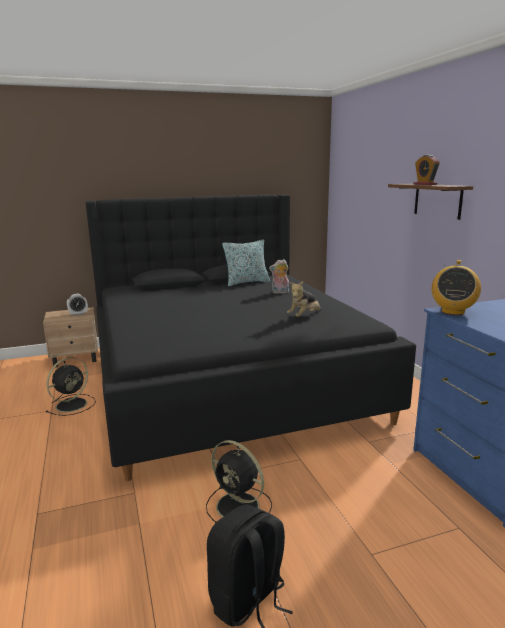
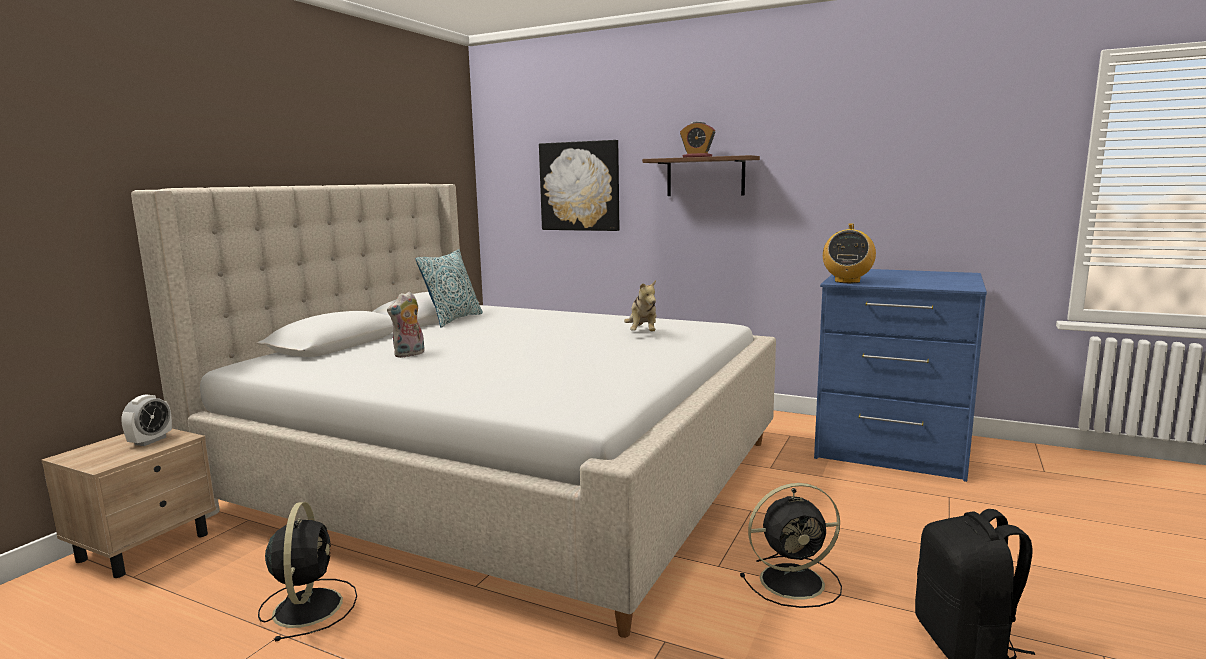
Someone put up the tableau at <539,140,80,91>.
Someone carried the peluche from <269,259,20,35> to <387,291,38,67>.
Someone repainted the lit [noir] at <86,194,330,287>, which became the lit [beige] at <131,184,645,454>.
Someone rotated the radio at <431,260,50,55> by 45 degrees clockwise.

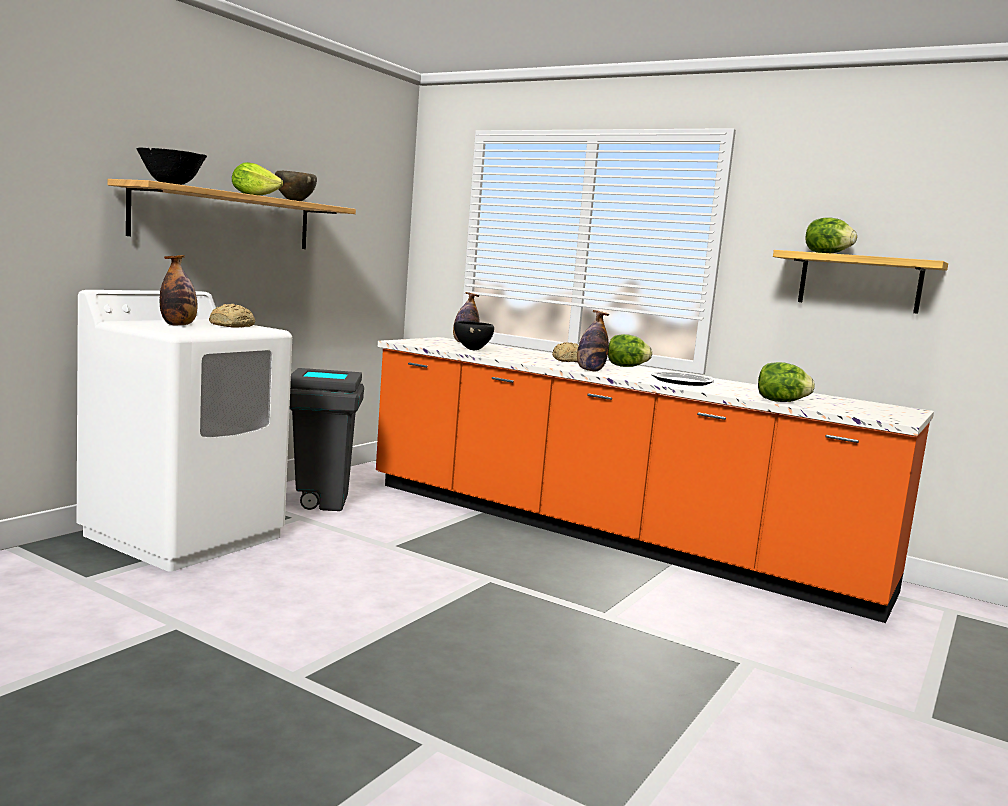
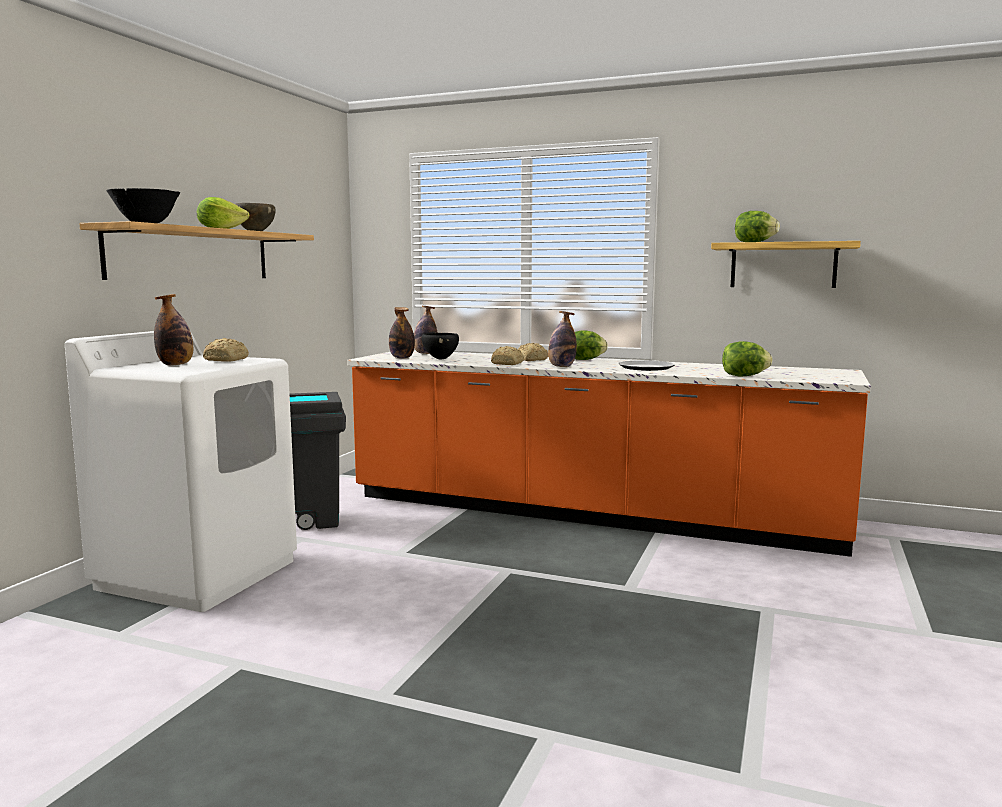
Someone put down the bouteille at <389,307,26,51>.
Someone put down the pain at <491,346,33,19>.

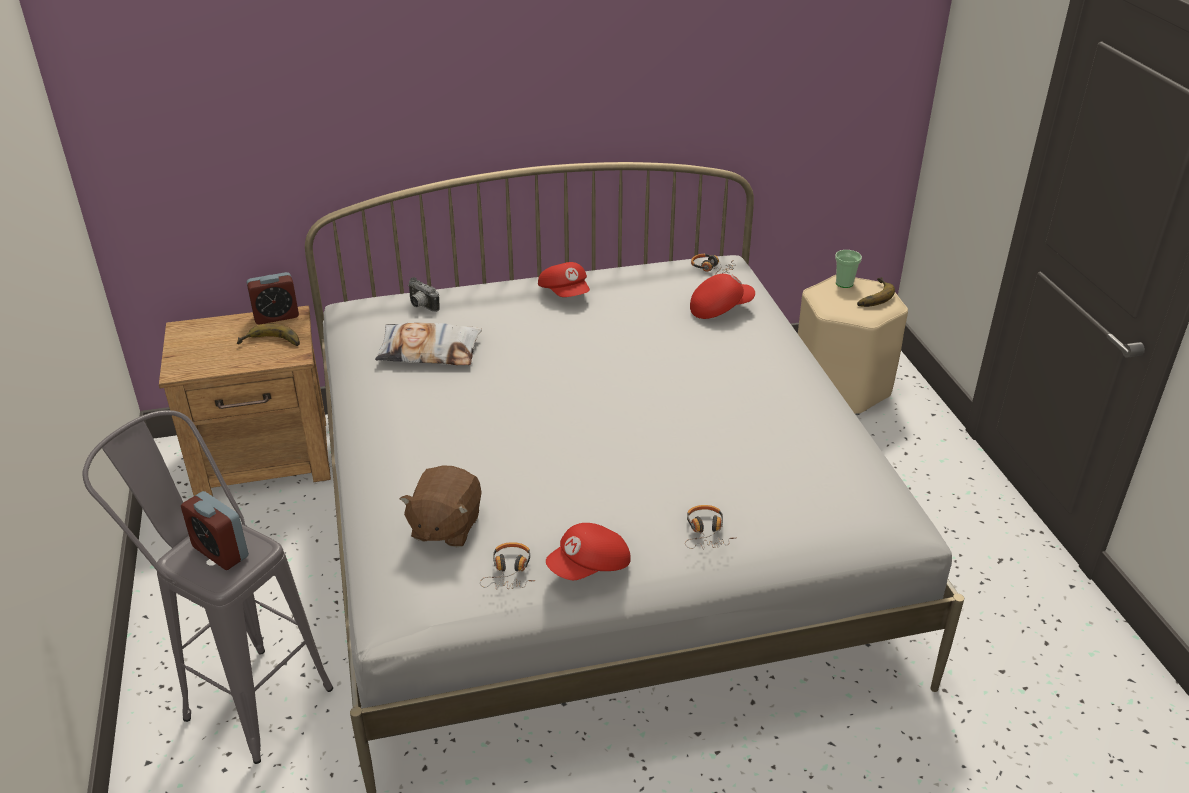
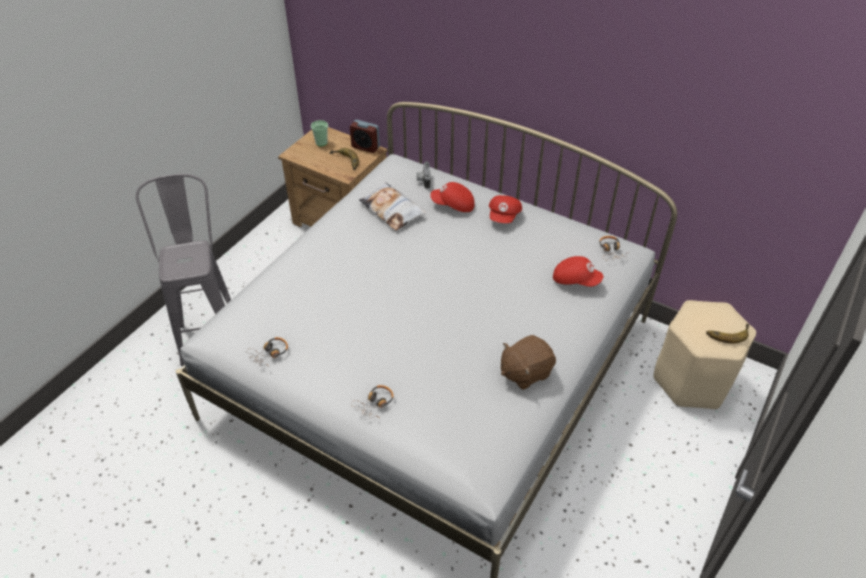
Someone took away the réveil at <181,491,68,79>.
Someone carried the peluche [marron] from <400,465,81,82> to <501,335,55,55>.
Someone carried the casquette [rouge] from <546,523,85,57> to <430,182,45,30>.
Someone carried the tasse from <835,250,27,38> to <311,120,17,26>.

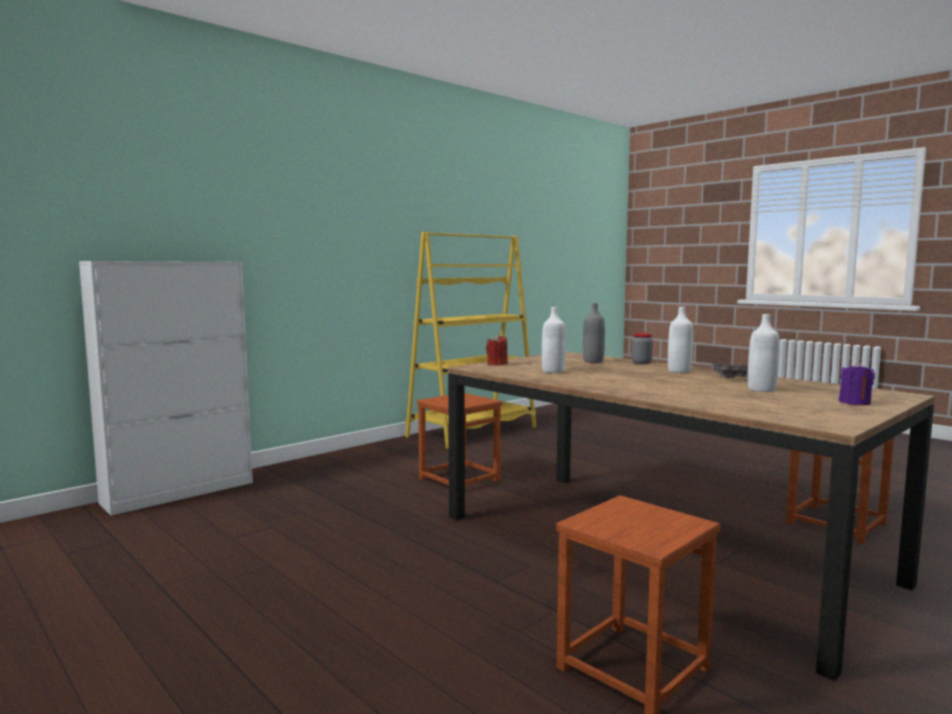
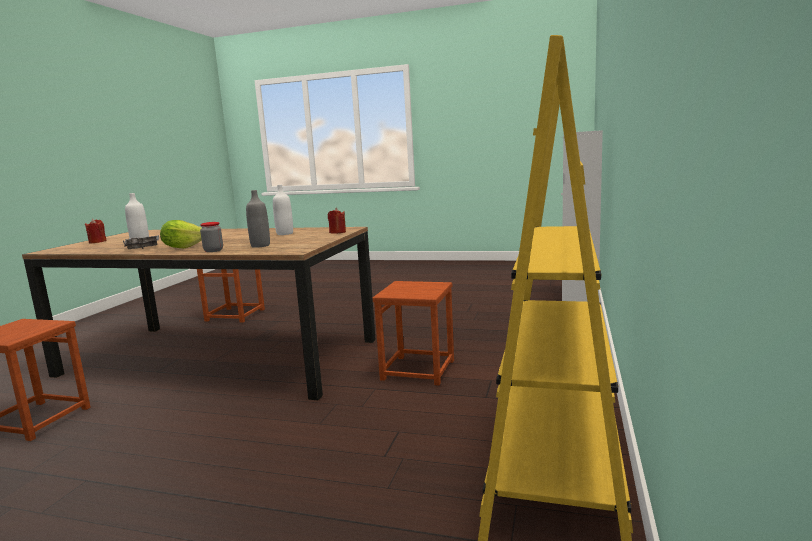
Someone swapped the bouteille [blanc] at <668,307,25,66> for the laitue at <160,220,42,28>.
Someone repainted the bougie [violet] at <839,362,36,43>, which became the bougie [rouge] at <85,219,22,24>.

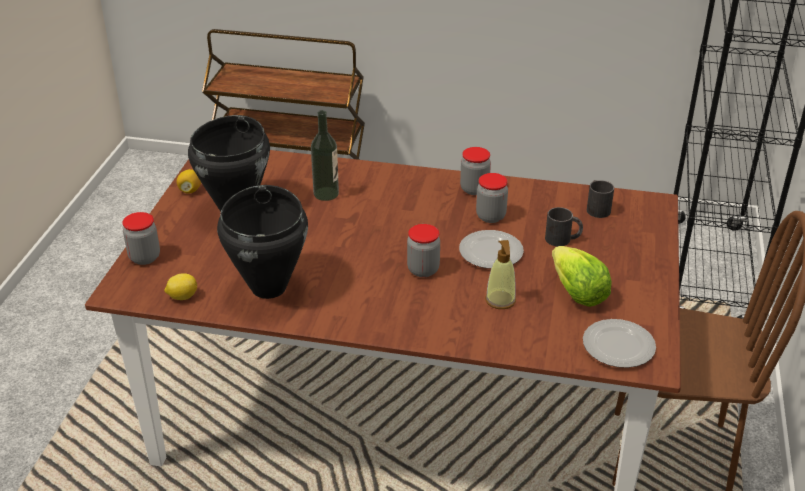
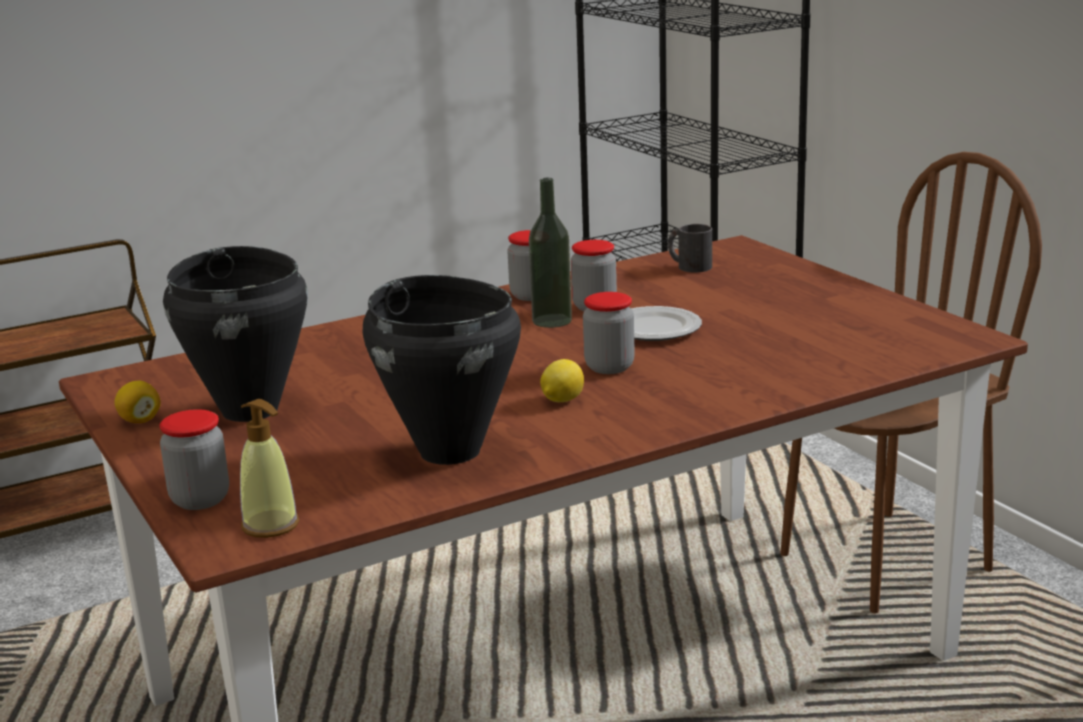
Someone took away the mug [noir] at <545,207,38,40>.
Someone took away the laitue at <552,246,60,61>.
Someone took away the assiette at <583,319,73,49>.
Someone carried the citron from <164,273,33,27> to <540,359,44,43>.
Someone carried the bouteille from <311,110,28,91> to <529,178,43,150>.
Someone carried the distributeur de savon from <485,240,31,69> to <240,399,59,139>.

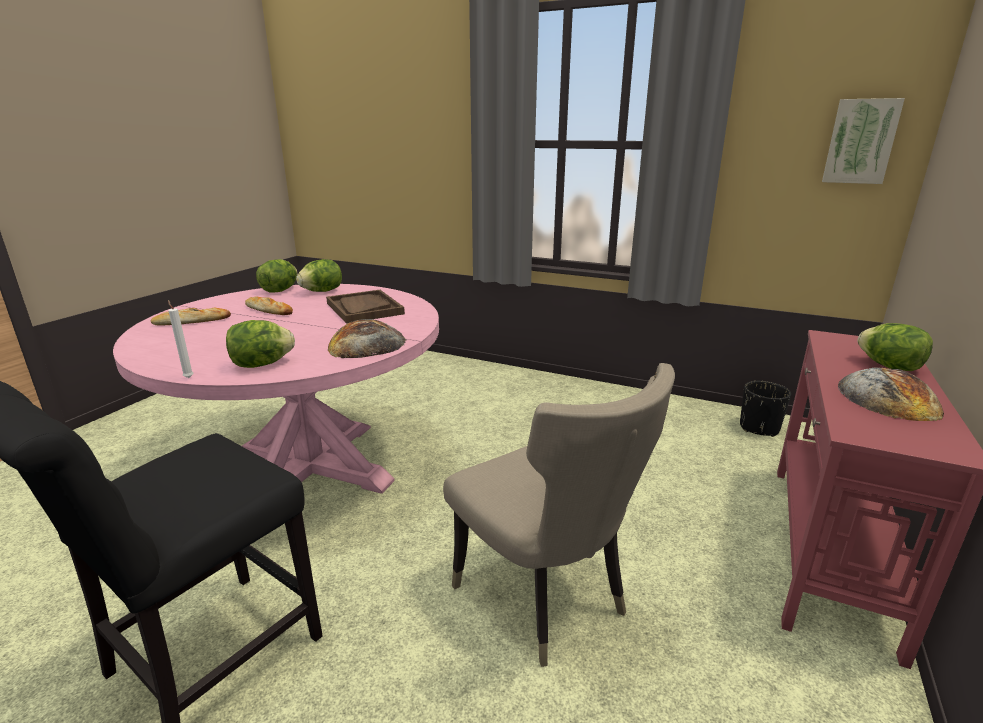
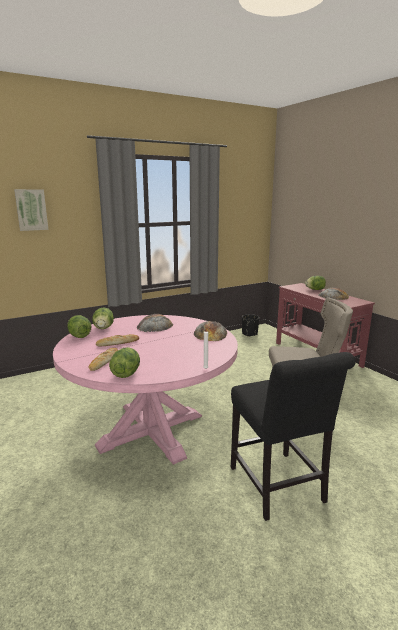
Someone carried the laitue from <226,320,69,48> to <109,347,31,31>.
Someone carried the tableau from <822,98,83,86> to <14,189,34,42>.
Someone swapped the plateau [marron] at <326,290,79,33> for the pain at <137,314,36,18>.

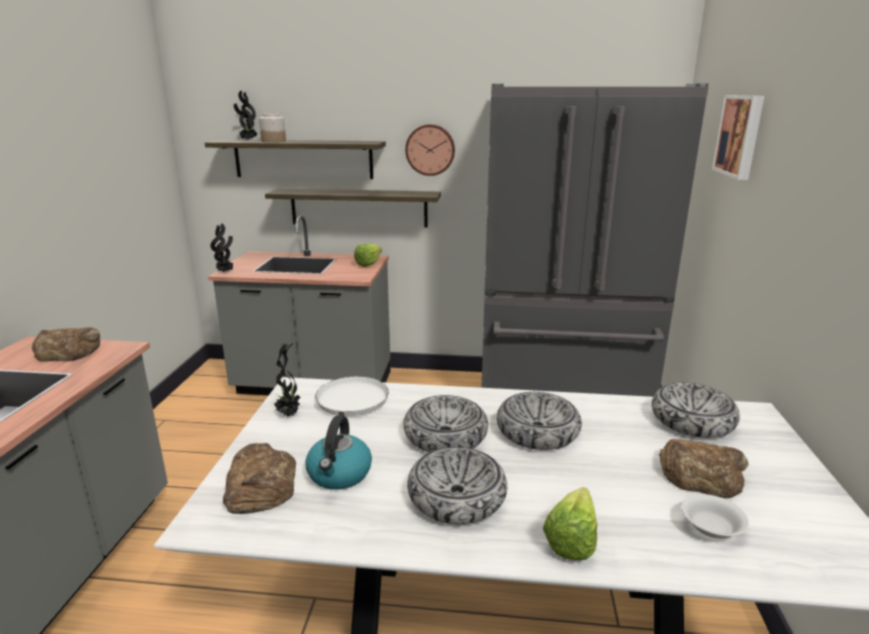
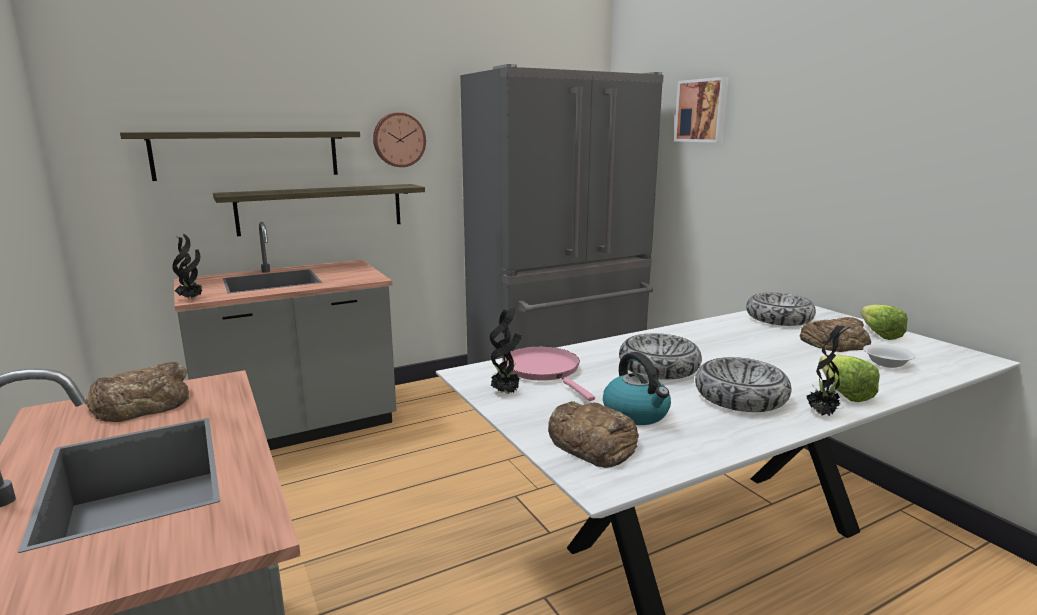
Someone took away the bocal at <259,113,27,29>.
Someone took away the bol at <497,392,85,58>.
Someone carried the plante en pot from <234,91,24,49> to <807,325,43,91>.
Someone carried the laitue from <354,244,28,23> to <860,305,48,35>.
Someone repainted the poêle [blanc] at <315,376,74,63>, which became the poêle [rose] at <502,346,93,55>.

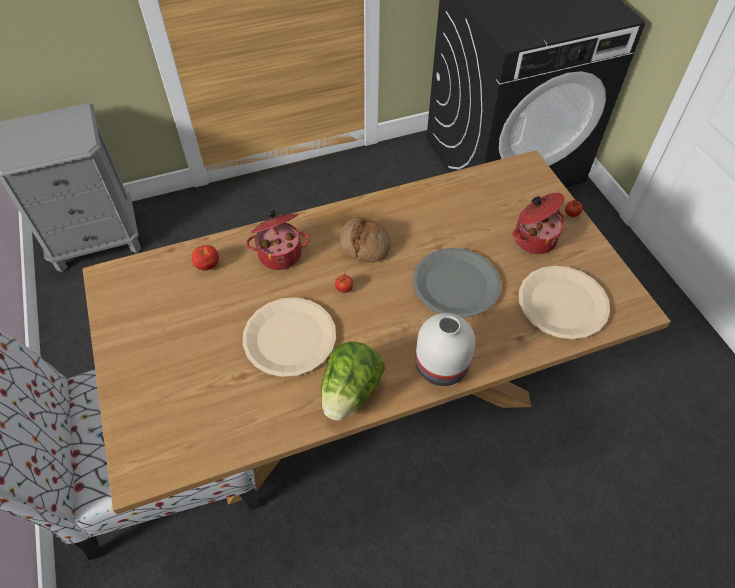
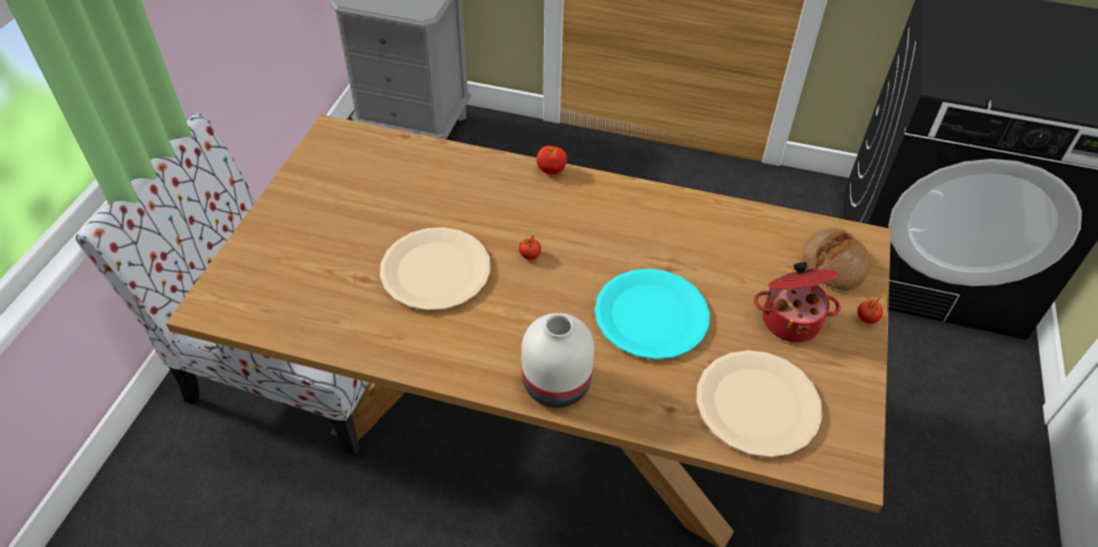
Someone took away the marmite at <246,210,64,60>.
Someone took away the laitue at <321,342,64,79>.
Someone carried the tomate from <192,245,27,25> to <536,146,31,28>.
Someone carried the pain from <339,217,52,45> to <802,228,68,62>.
Someone repainted the assiette [gris] at <413,248,88,70>, which became the assiette [turquoise] at <595,269,115,90>.

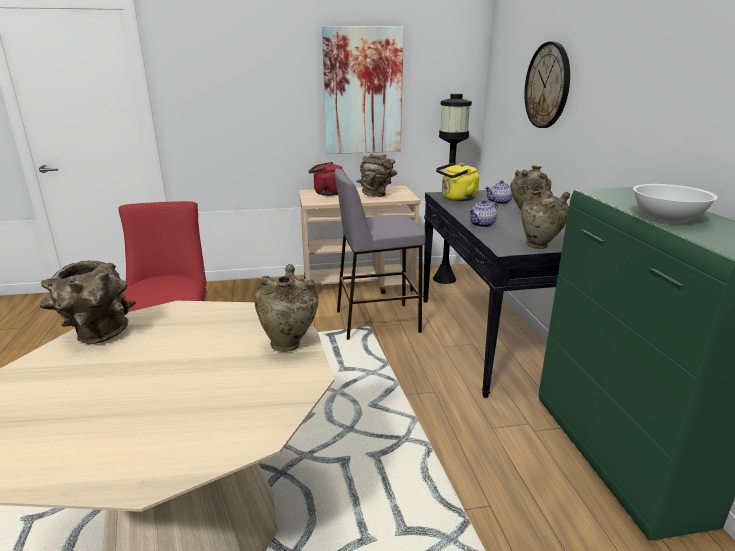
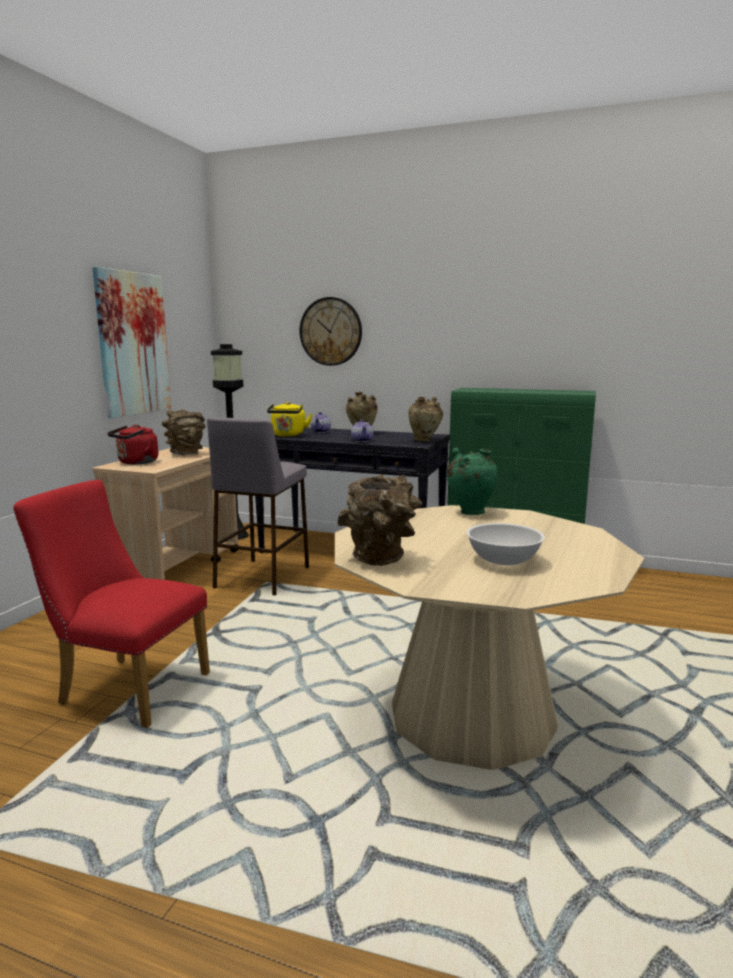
Someone carried the bol [blanc] from <633,184,85,38> to <466,523,79,42>.
Someone repainted the vase [beige] at <254,264,65,88>, which became the vase [vert] at <446,448,52,67>.

